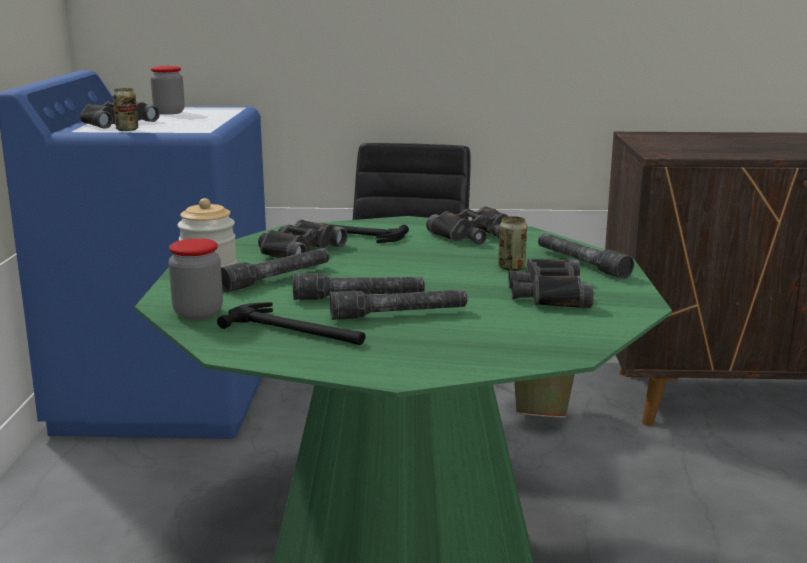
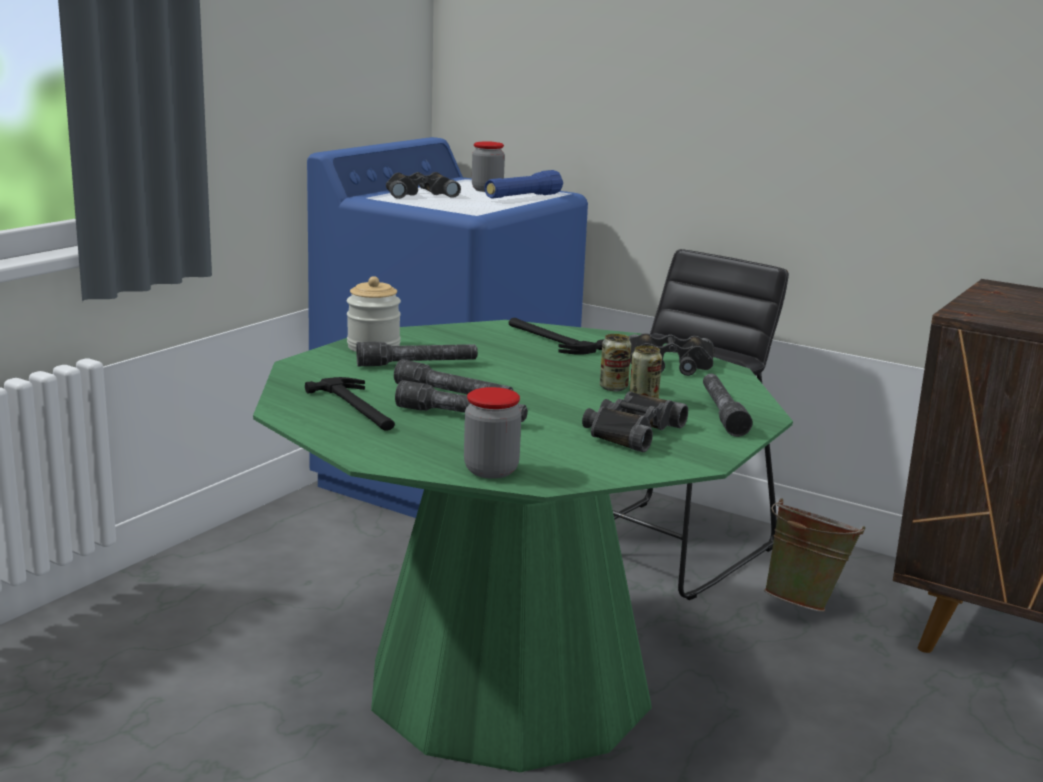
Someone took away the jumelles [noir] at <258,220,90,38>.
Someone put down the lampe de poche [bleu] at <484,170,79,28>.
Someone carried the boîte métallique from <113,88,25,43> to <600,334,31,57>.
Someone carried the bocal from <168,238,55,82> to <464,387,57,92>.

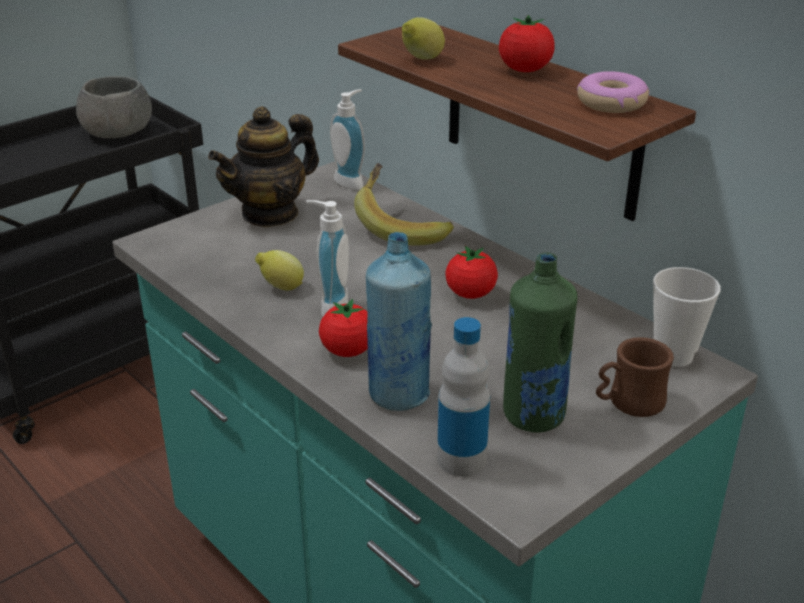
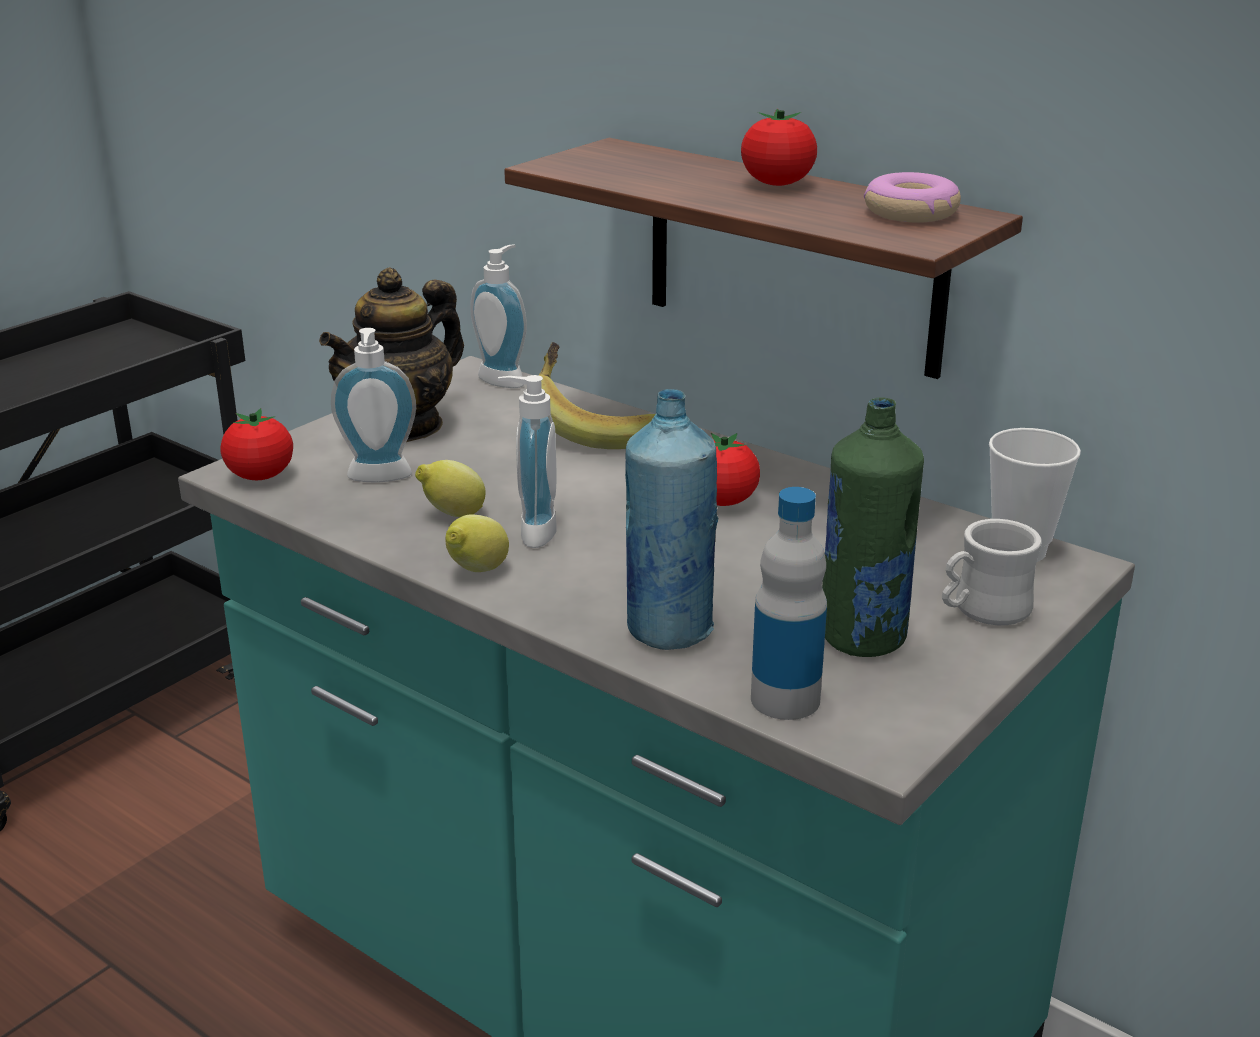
Someone took away the bol [gris] at <76,76,76,62>.
Someone put down the distributeur de savon at <331,328,85,155>.
Someone carried the tomate from <319,299,49,58> to <220,408,73,72>.
Someone carried the citron from <402,17,43,43> to <445,514,64,58>.
Someone repainted the mug [marron] at <596,337,78,80>, which became the mug [blanc] at <942,519,100,106>.

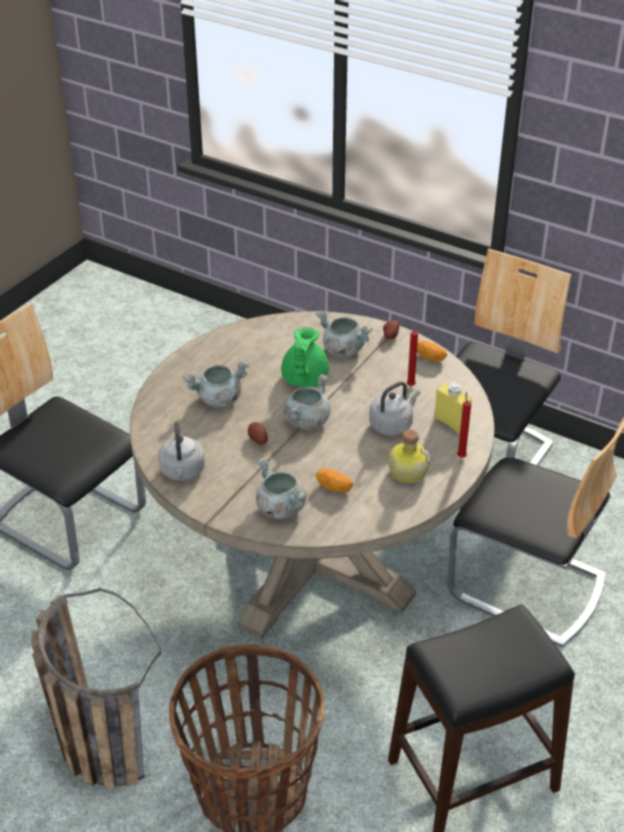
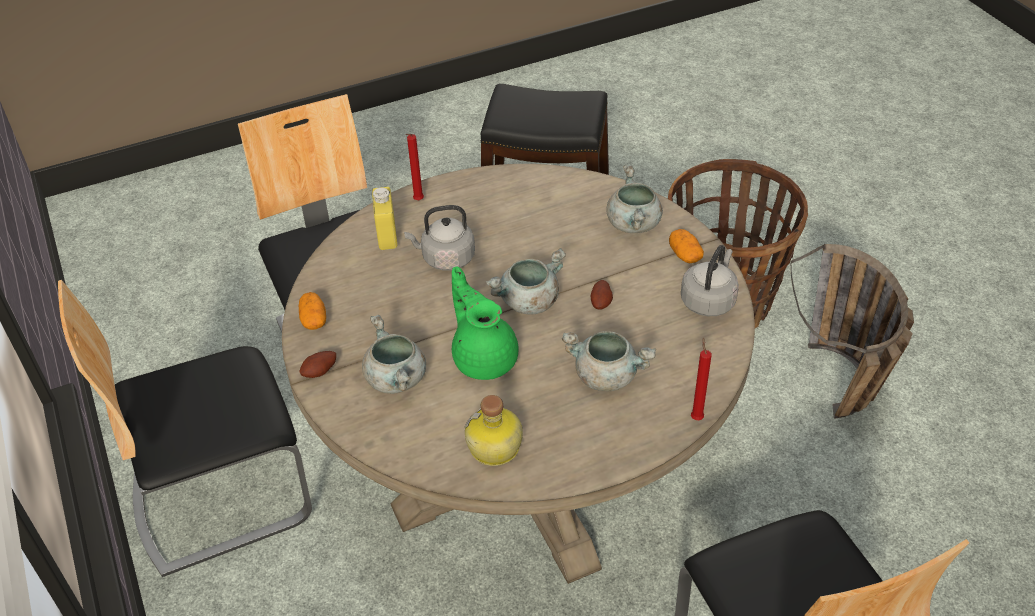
Someone carried the pomme de terre from <316,468,37,25> to <669,229,35,34>.
Someone carried the bouteille from <388,430,42,54> to <464,395,59,71>.
Someone carried the bougie [rouge] from <407,330,14,56> to <691,338,21,82>.
Someone rotated the théière [vert] at <281,327,48,60> by 75 degrees counterclockwise.

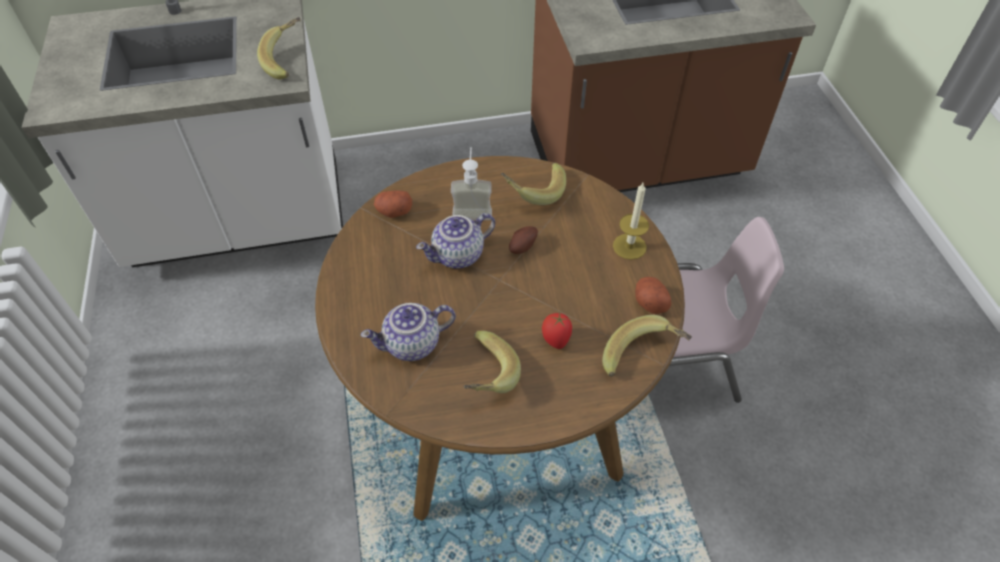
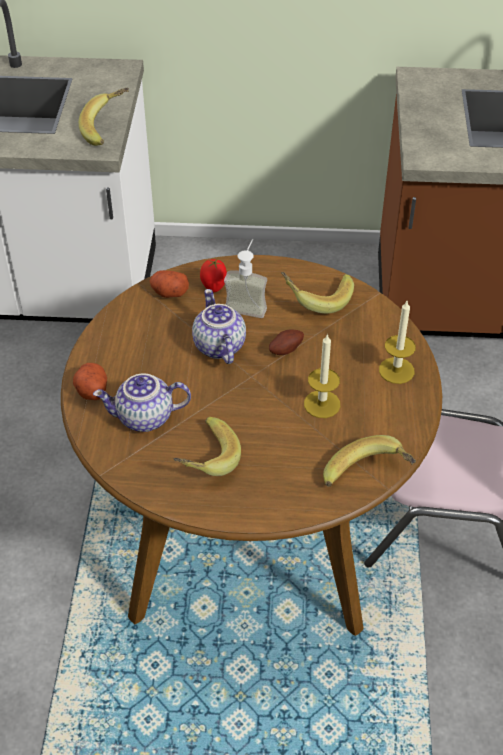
Someone put down the bougie at <304,333,36,85>.
Someone carried the tomate from <542,313,30,36> to <200,258,27,34>.
Someone carried the pomme de terre from <635,277,36,37> to <73,363,34,37>.
Someone rotated the théière at <416,213,79,55> by 90 degrees clockwise.

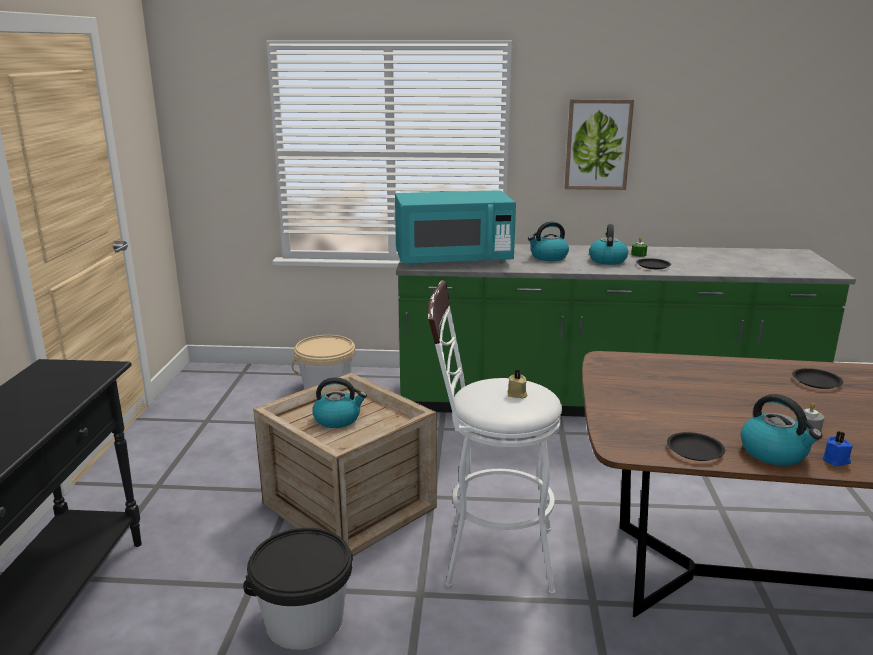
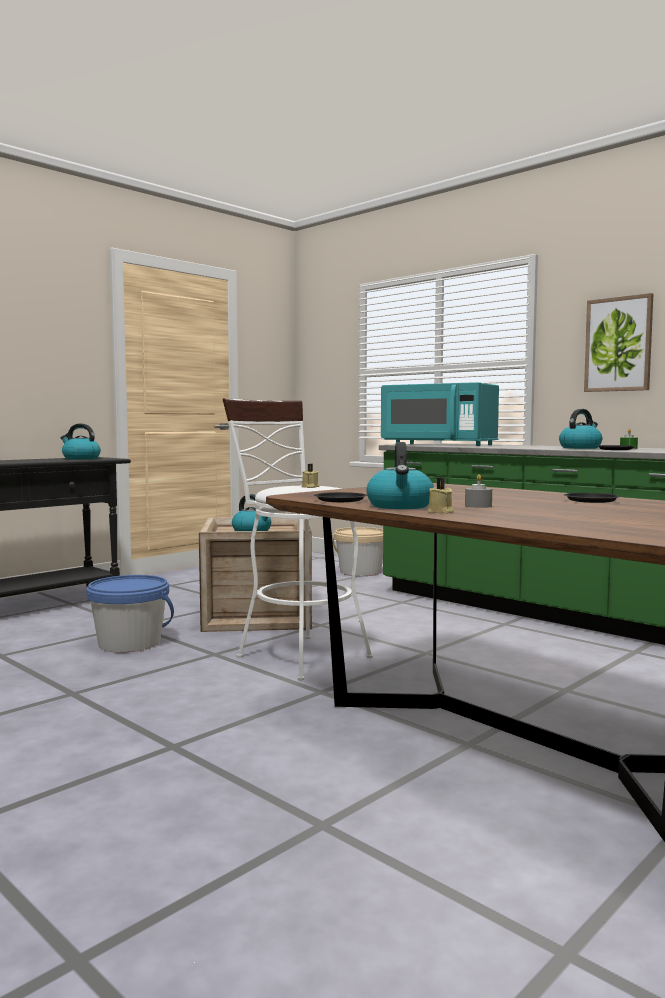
Someone carried the bouilloire from <528,222,41,39> to <61,424,40,36>.
Someone repainted the seau [noir] at <243,528,110,122>, which became the seau [bleu] at <86,575,88,78>.
Someone repainted the bougie [bleu] at <823,431,30,35>, which became the bougie [beige] at <428,478,26,35>.

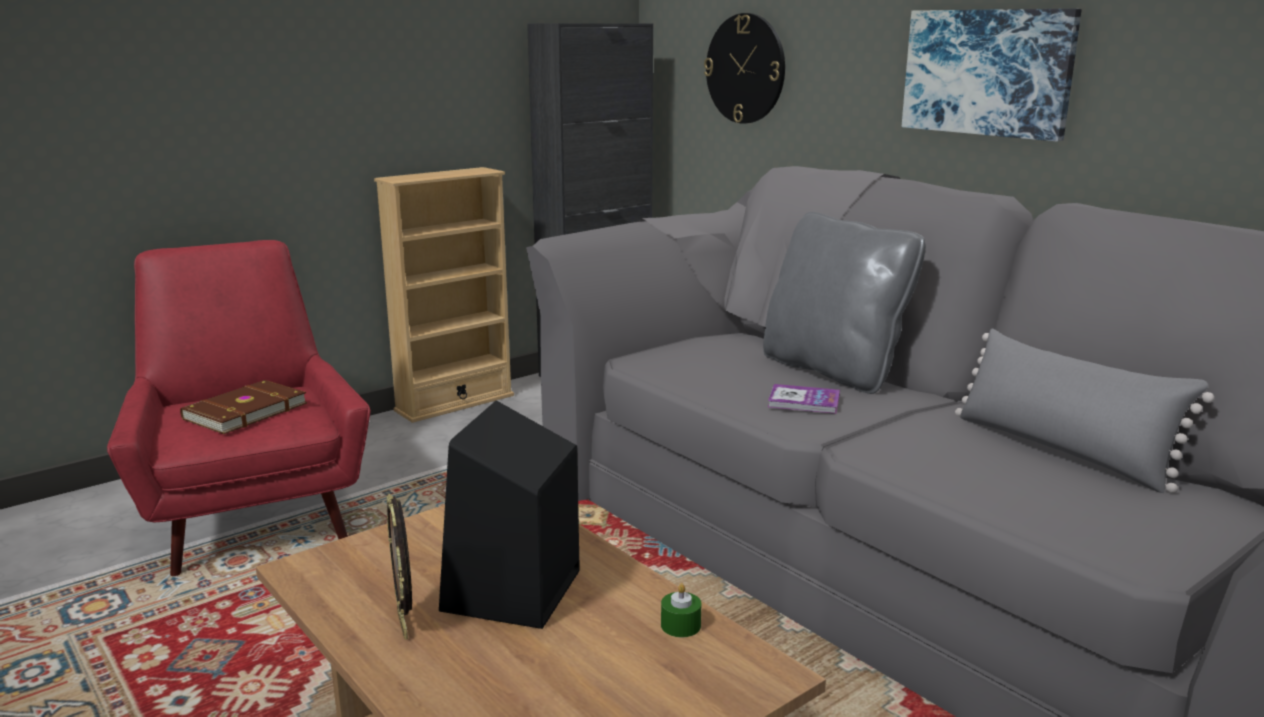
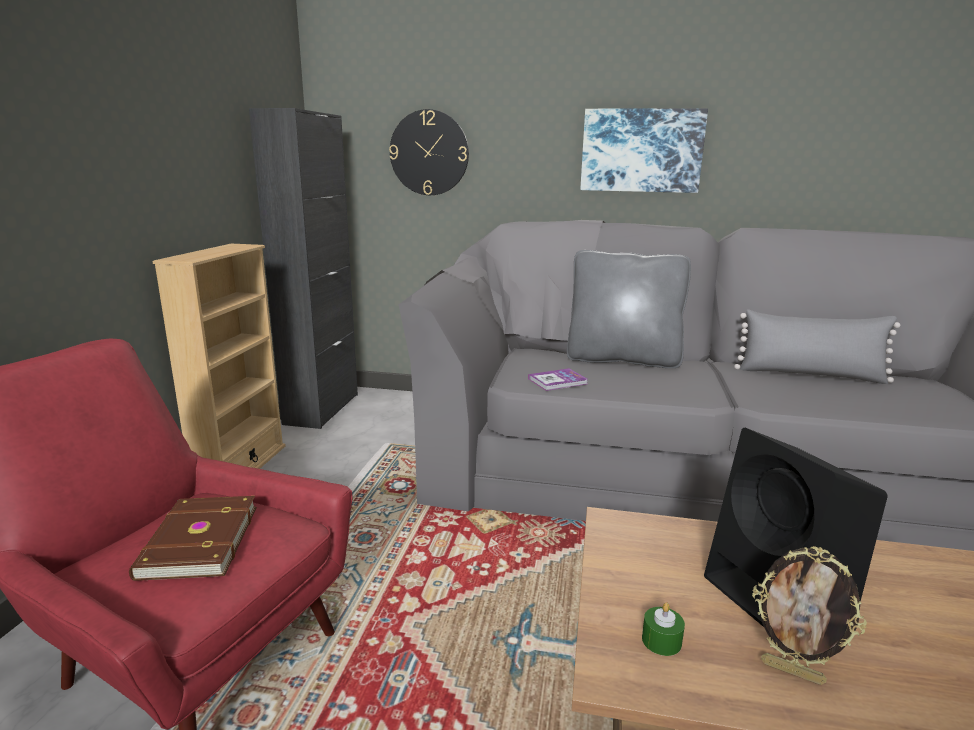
Someone carried the bougie [vert] from <661,583,40,54> to <642,602,43,54>.
Someone carried the livre from <768,384,72,30> to <528,368,60,23>.

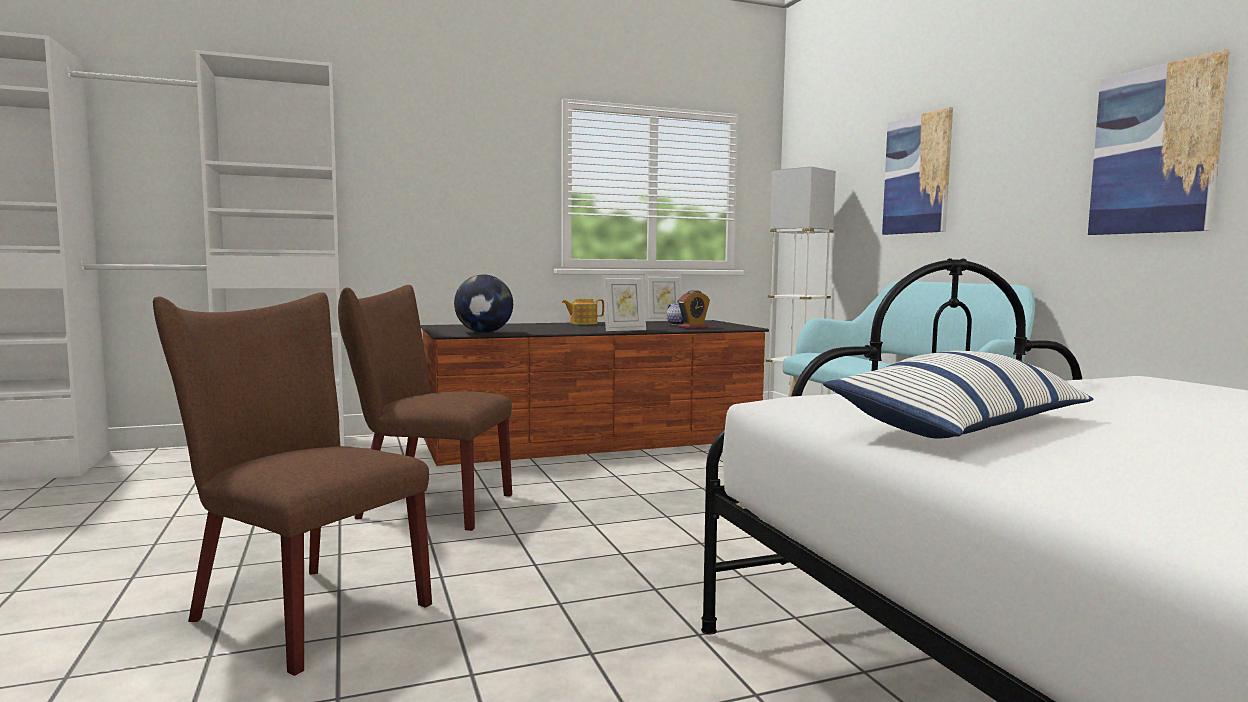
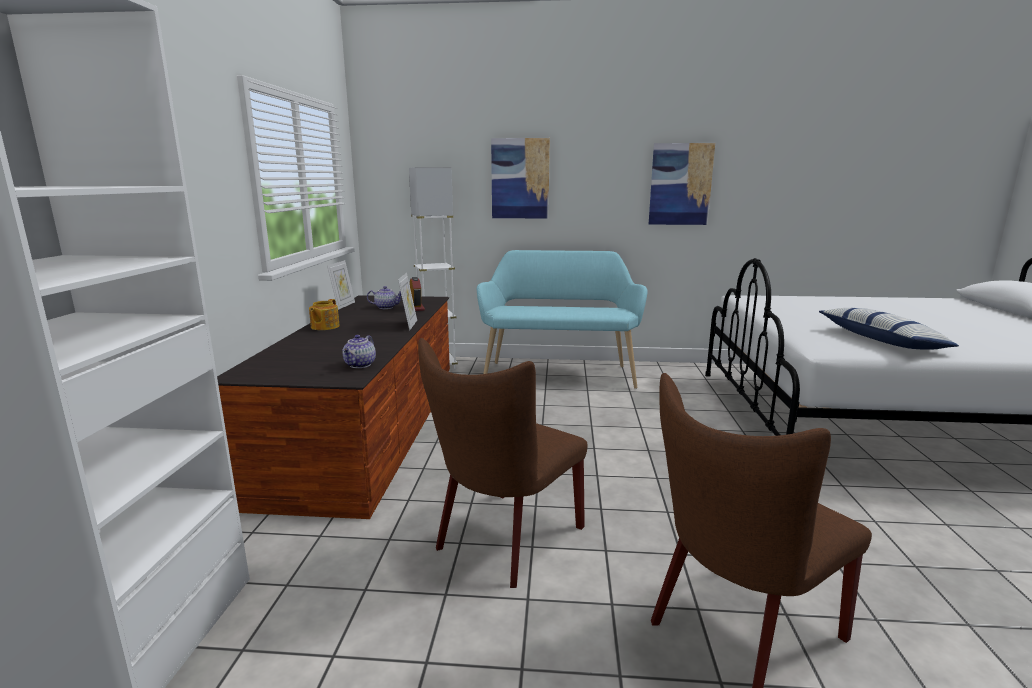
Someone swapped the globe at <454,274,59,59> for the théière at <342,335,34,33>.

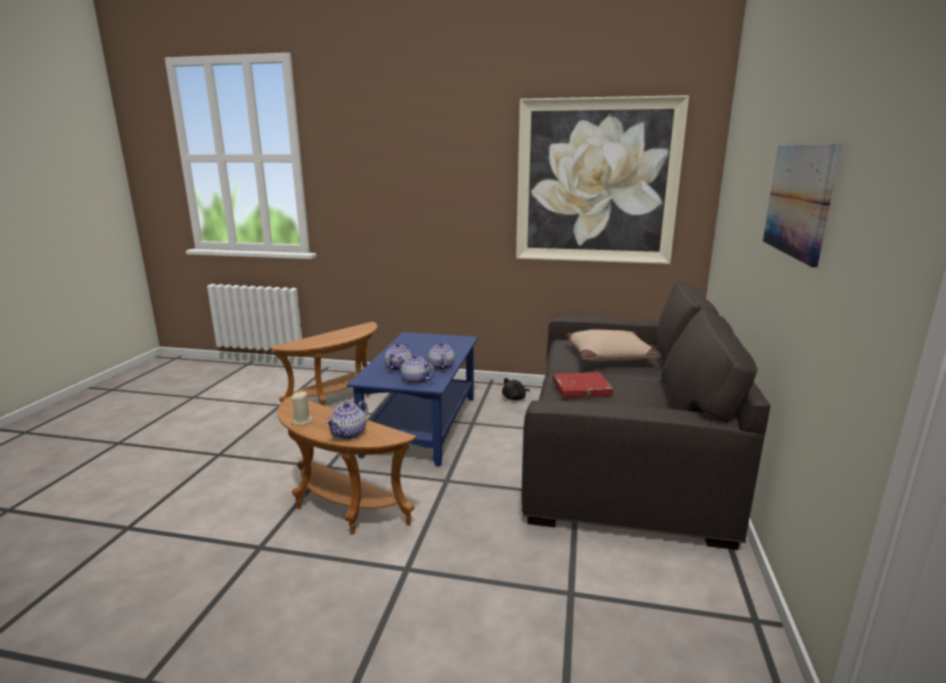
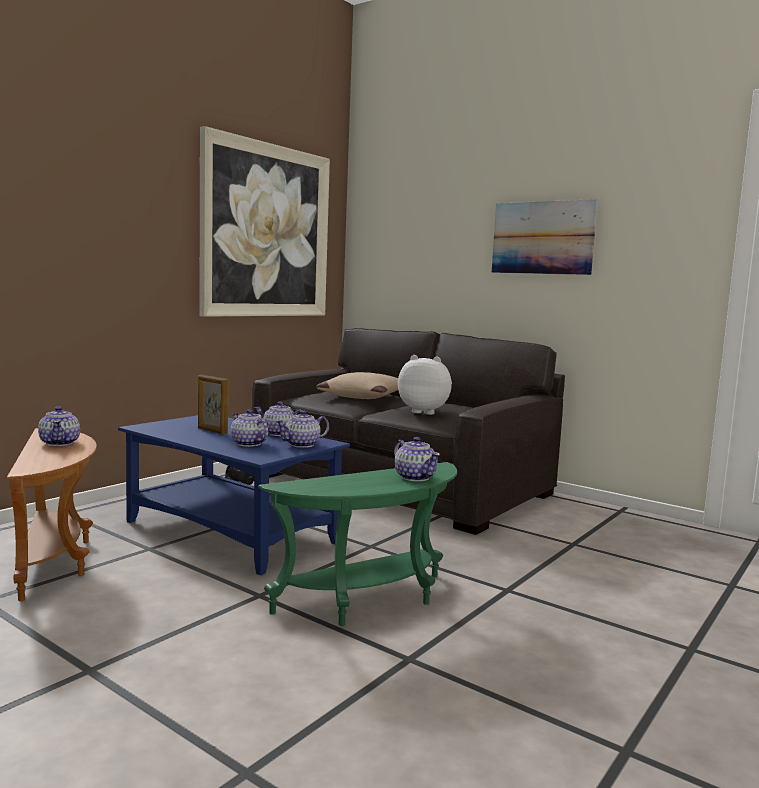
Someone took away the bougie [beige] at <291,392,22,33>.
Someone put down the théière at <38,407,42,39>.
Someone put down the cadre photo at <198,375,30,59>.
Someone swapped the livre [rouge] at <553,372,60,26> for the peluche at <398,355,54,60>.
Someone repainted the table d'appoint [marron] at <277,396,140,138>, which became the table d'appoint [vert] at <259,462,198,164>.

